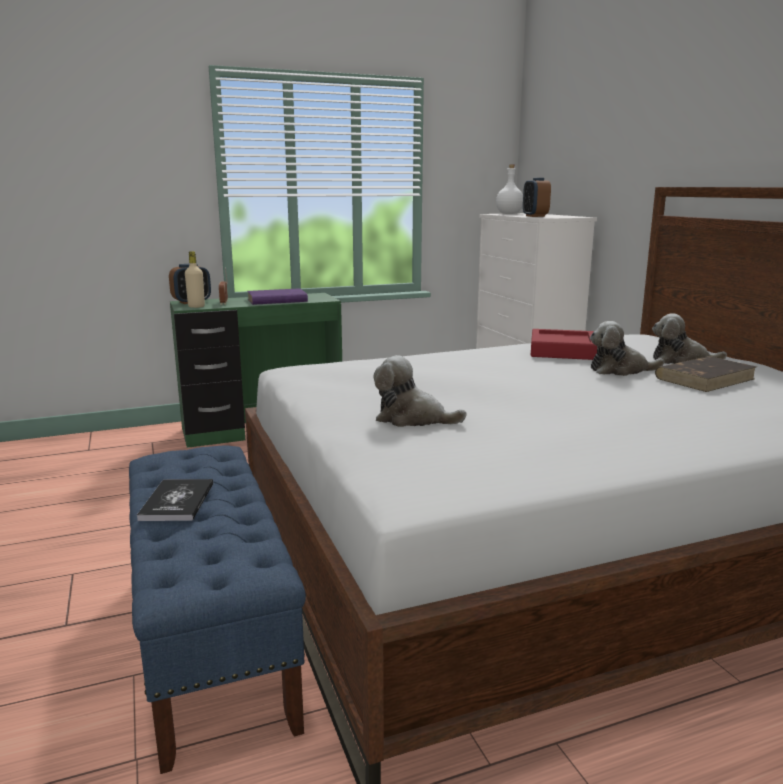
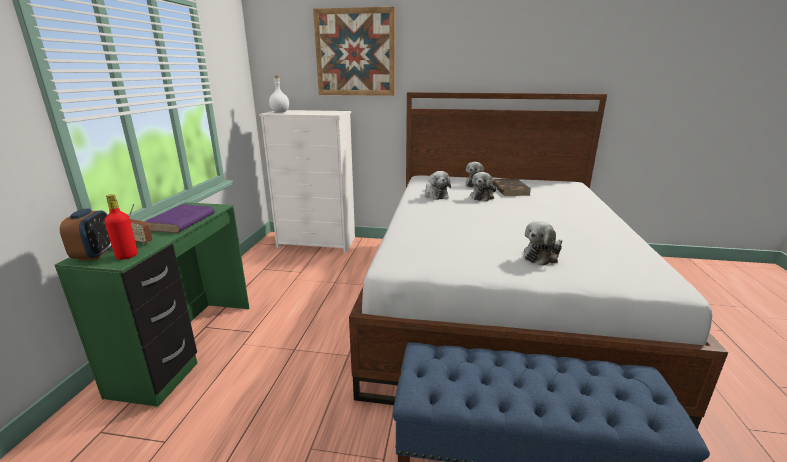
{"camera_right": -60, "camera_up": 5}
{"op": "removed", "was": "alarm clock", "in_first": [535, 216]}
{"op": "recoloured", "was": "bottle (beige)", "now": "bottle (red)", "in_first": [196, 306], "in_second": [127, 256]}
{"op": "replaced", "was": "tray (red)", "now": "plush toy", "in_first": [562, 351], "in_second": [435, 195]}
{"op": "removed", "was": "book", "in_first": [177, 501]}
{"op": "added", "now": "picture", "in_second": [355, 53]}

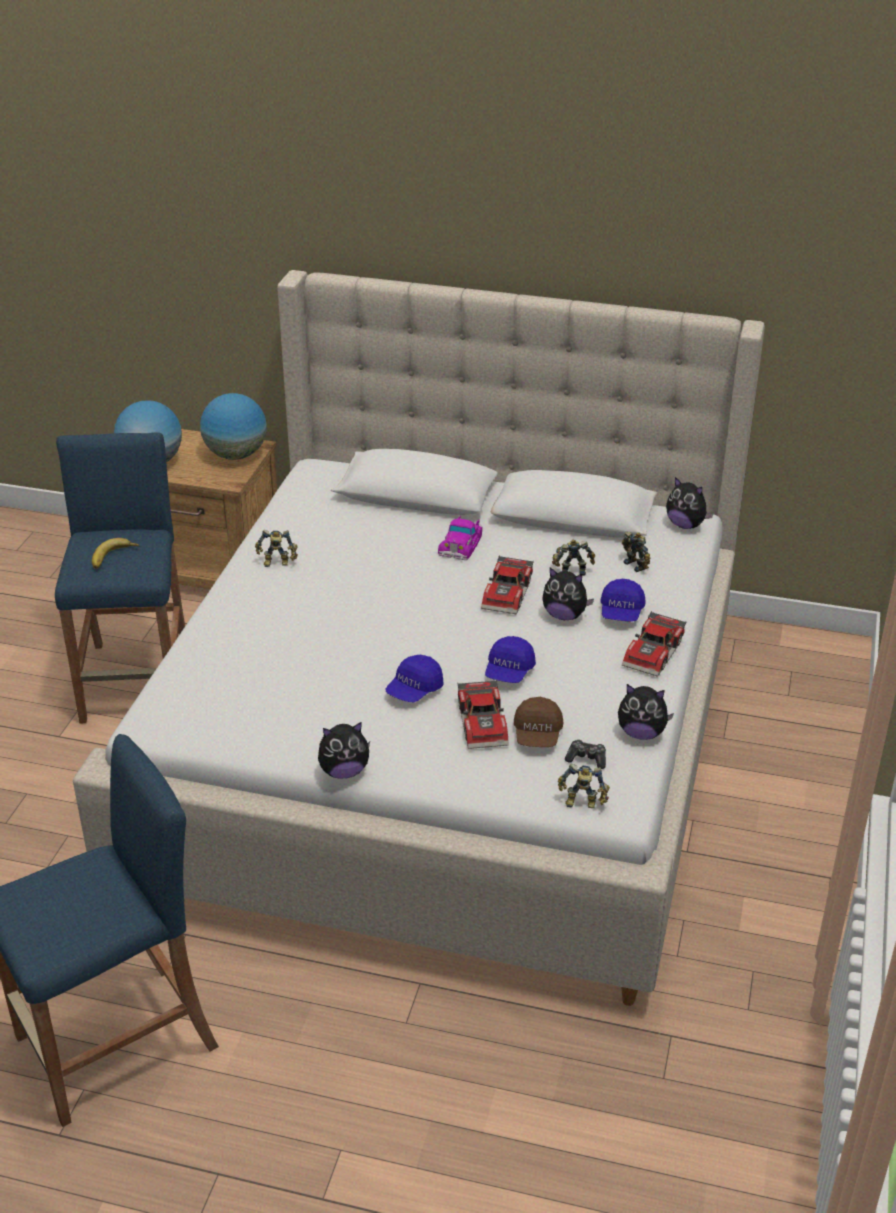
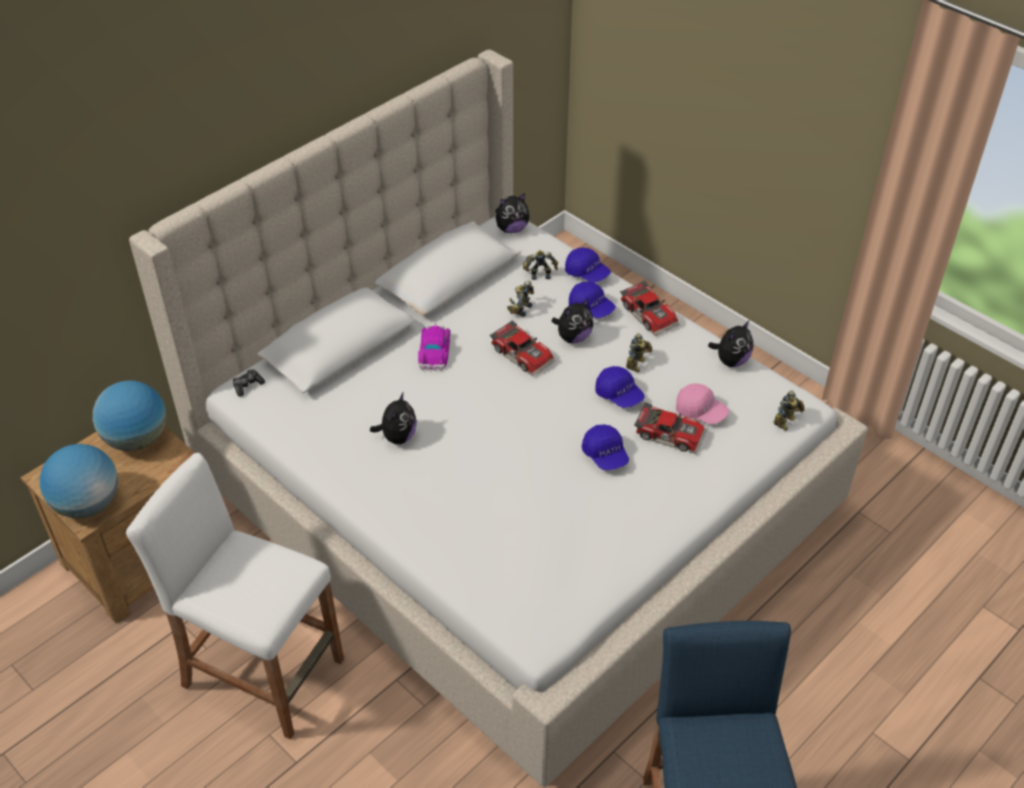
{"camera_right": -60, "camera_up": 10}
{"op": "recoloured", "was": "stool (blue)", "now": "stool (white)", "in_first": [136, 680], "in_second": [263, 673]}
{"op": "turned", "was": "toy car", "in_first": [461, 543], "in_second": [434, 351], "clockwise": -135}
{"op": "moved", "was": "toy robot", "in_first": [277, 563], "in_second": [638, 364]}
{"op": "removed", "was": "banana", "in_first": [114, 558]}
{"op": "recoloured", "was": "cap (brown)", "now": "cap (pink)", "in_first": [537, 734], "in_second": [700, 412]}
{"op": "moved", "was": "plush toy", "in_first": [344, 771], "in_second": [397, 437]}
{"op": "moved", "was": "game controller", "in_first": [586, 759], "in_second": [247, 385]}
{"op": "added", "now": "cap (blue)", "in_second": [587, 273]}

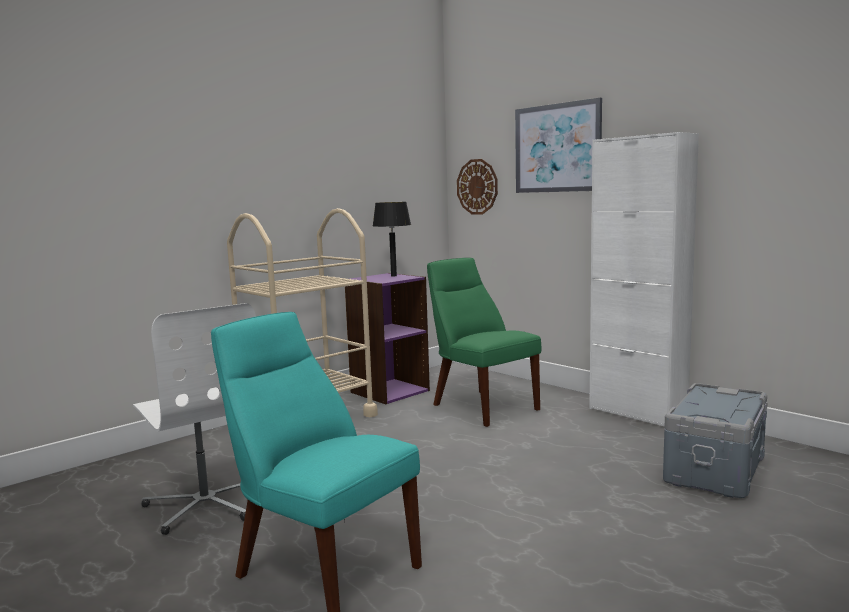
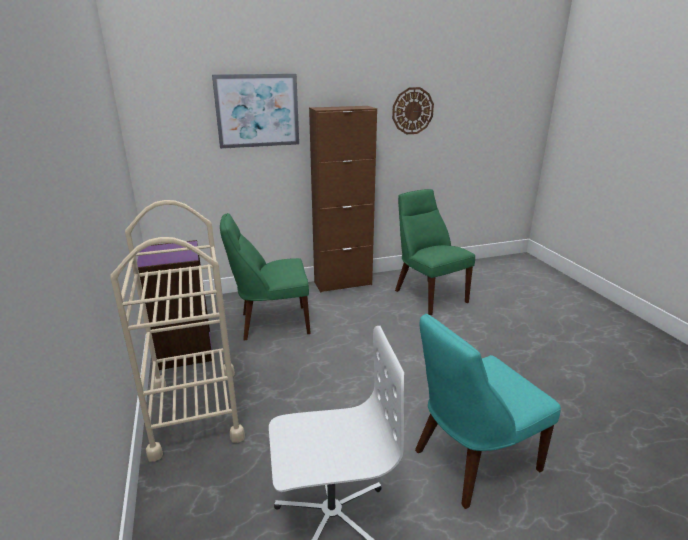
{"camera_right": -65, "camera_up": 15}
{"op": "recoloured", "was": "cabinet (white)", "now": "cabinet (brown)", "in_first": [637, 413], "in_second": [343, 283]}
{"op": "moved", "was": "wall clock", "in_first": [477, 187], "in_second": [412, 111]}
{"op": "removed", "was": "table lamp (black)", "in_first": [393, 276]}
{"op": "replaced", "was": "storage box (grey)", "now": "chair (green)", "in_first": [716, 469], "in_second": [428, 295]}

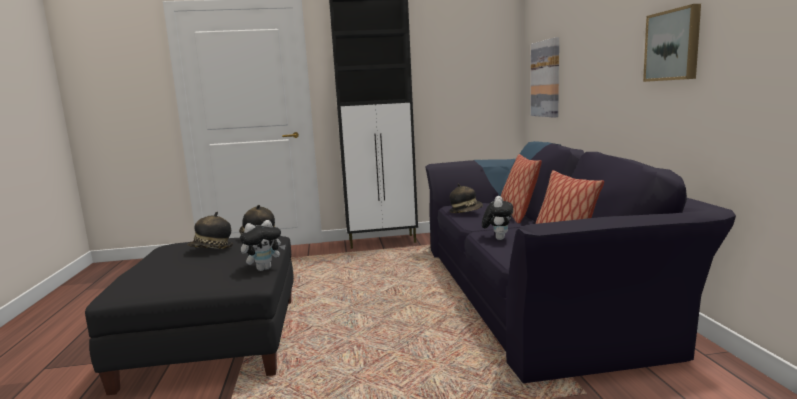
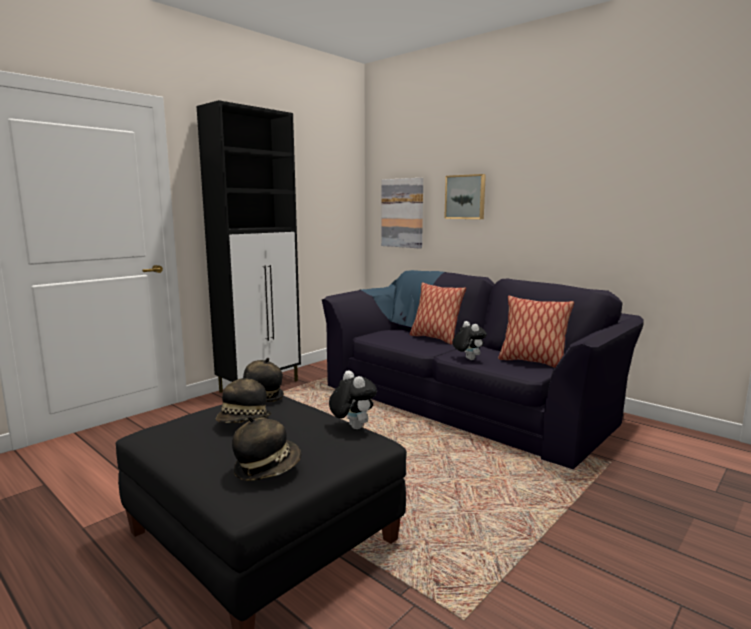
{"camera_right": -40, "camera_up": 0}
{"op": "moved", "was": "picture", "in_first": [673, 45], "in_second": [465, 197]}
{"op": "moved", "was": "hat", "in_first": [466, 211], "in_second": [267, 468]}
{"op": "turned", "was": "plush toy", "in_first": [264, 268], "in_second": [352, 427], "clockwise": -45}

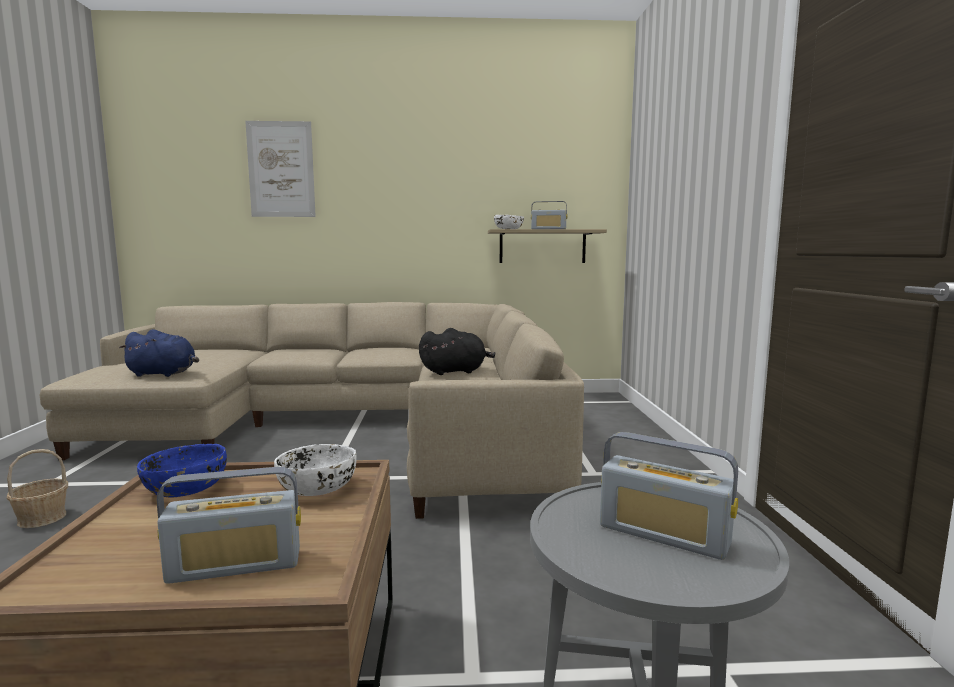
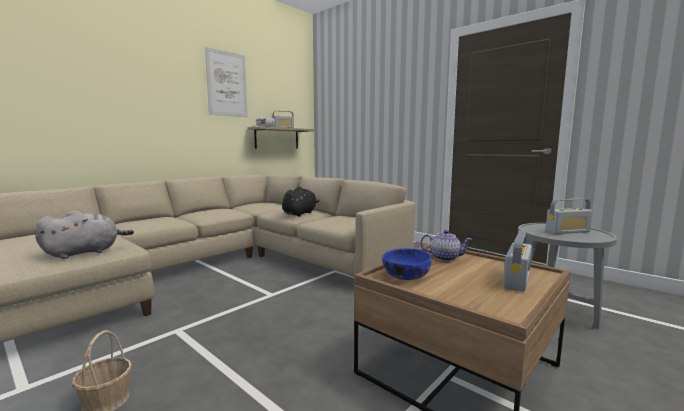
{"camera_right": -45, "camera_up": 0}
{"op": "moved", "was": "picture", "in_first": [281, 169], "in_second": [227, 84]}
{"op": "recoloured", "was": "plush toy (blue)", "now": "plush toy (grey)", "in_first": [164, 374], "in_second": [85, 252]}
{"op": "replaced", "was": "bowl (white)", "now": "teapot", "in_first": [317, 488], "in_second": [444, 258]}

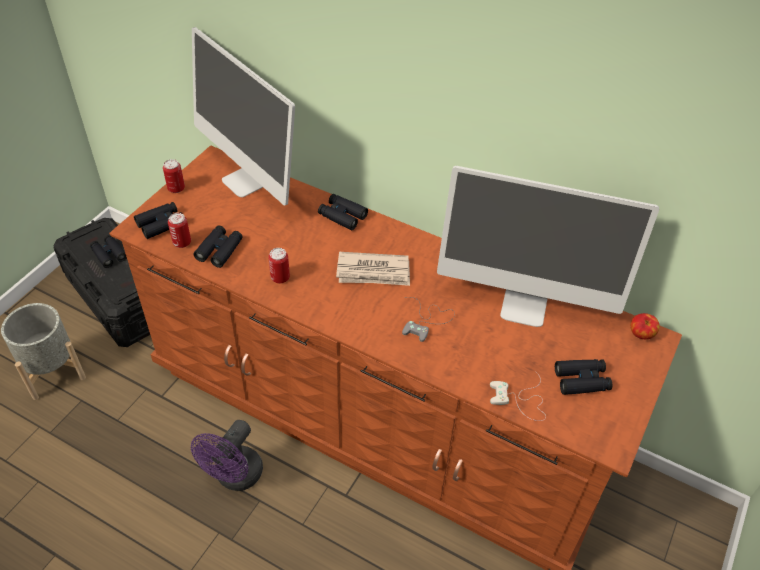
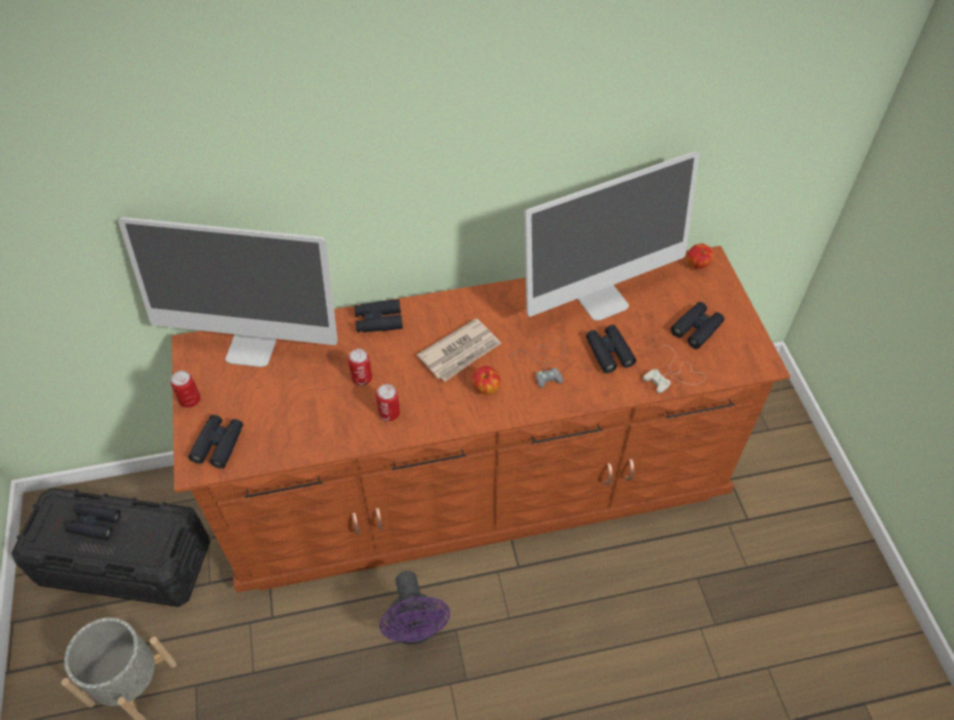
{"camera_right": -40, "camera_up": 5}
{"op": "moved", "was": "can", "in_first": [182, 242], "in_second": [362, 378]}
{"op": "moved", "was": "binoculars (black)", "in_first": [219, 250], "in_second": [609, 352]}
{"op": "added", "now": "apple", "in_second": [485, 388]}

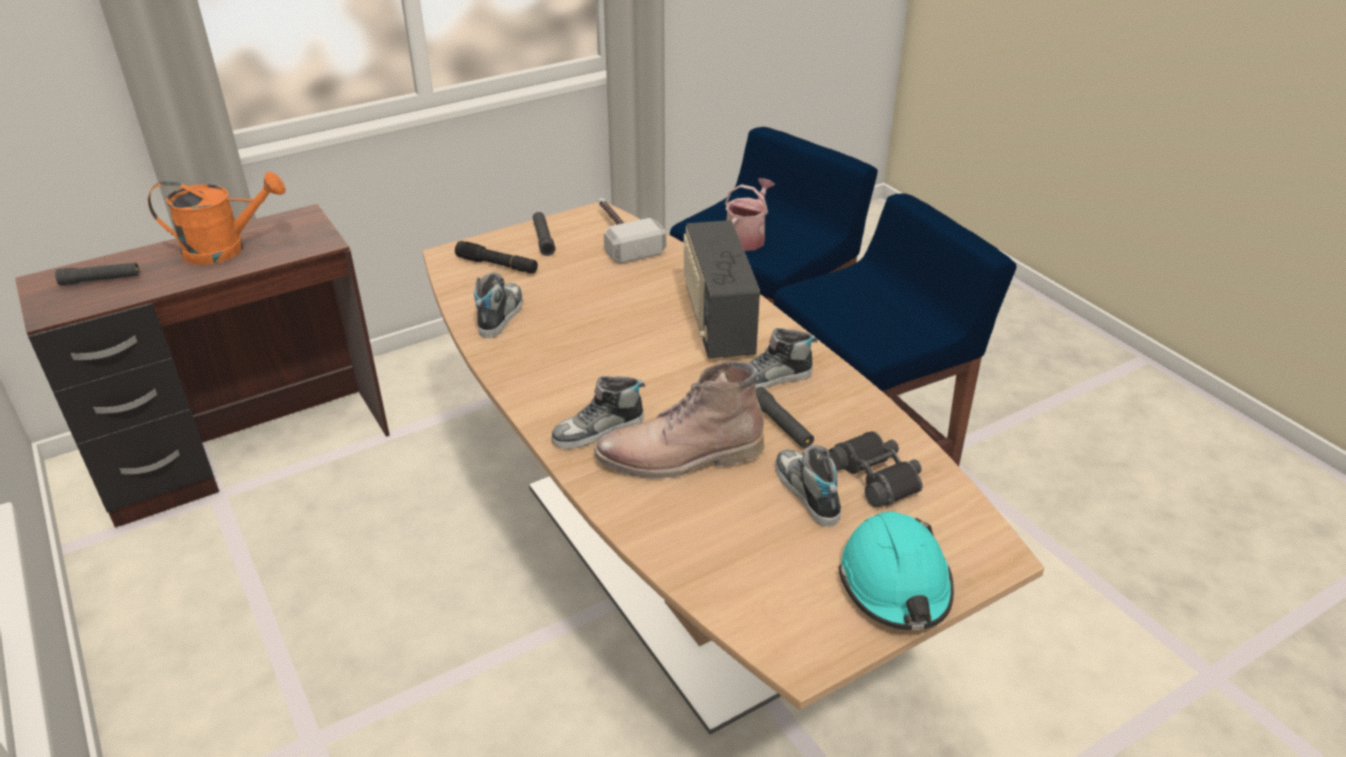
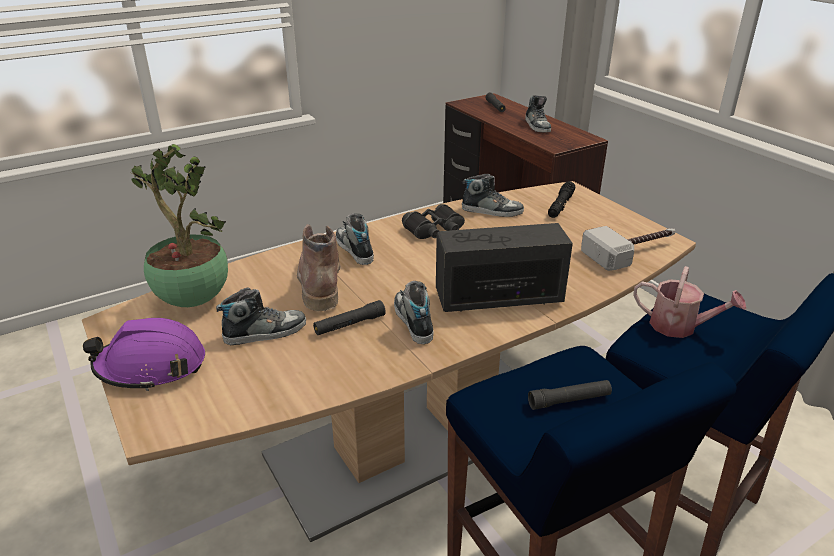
{"camera_right": 90, "camera_up": -5}
{"op": "replaced", "was": "watering can (orange)", "now": "shoe", "in_first": [226, 249], "in_second": [537, 126]}
{"op": "moved", "was": "flashlight (black)", "in_first": [543, 239], "in_second": [569, 400]}
{"op": "moved", "was": "binoculars (black)", "in_first": [877, 476], "in_second": [434, 230]}
{"op": "recoloured", "was": "hard hat (turquoise)", "now": "hard hat (purple)", "in_first": [895, 584], "in_second": [151, 366]}
{"op": "added", "now": "potted plant", "in_second": [191, 300]}

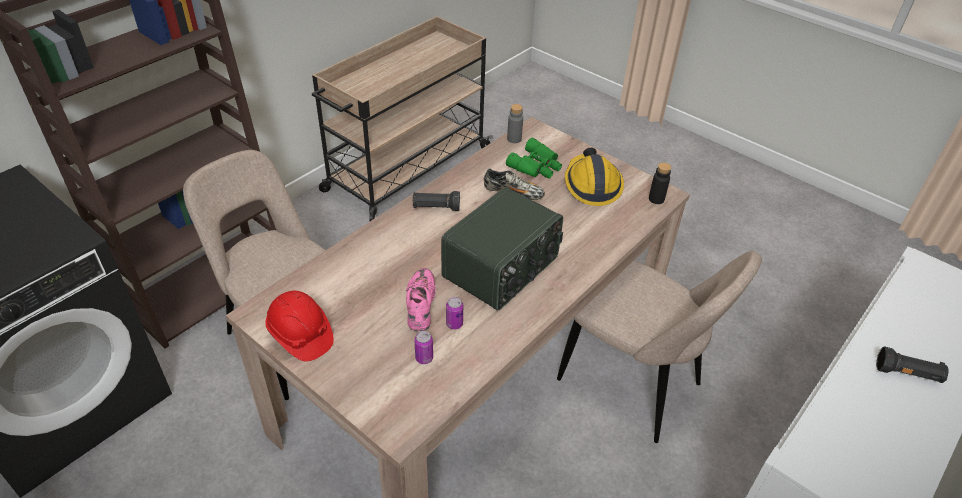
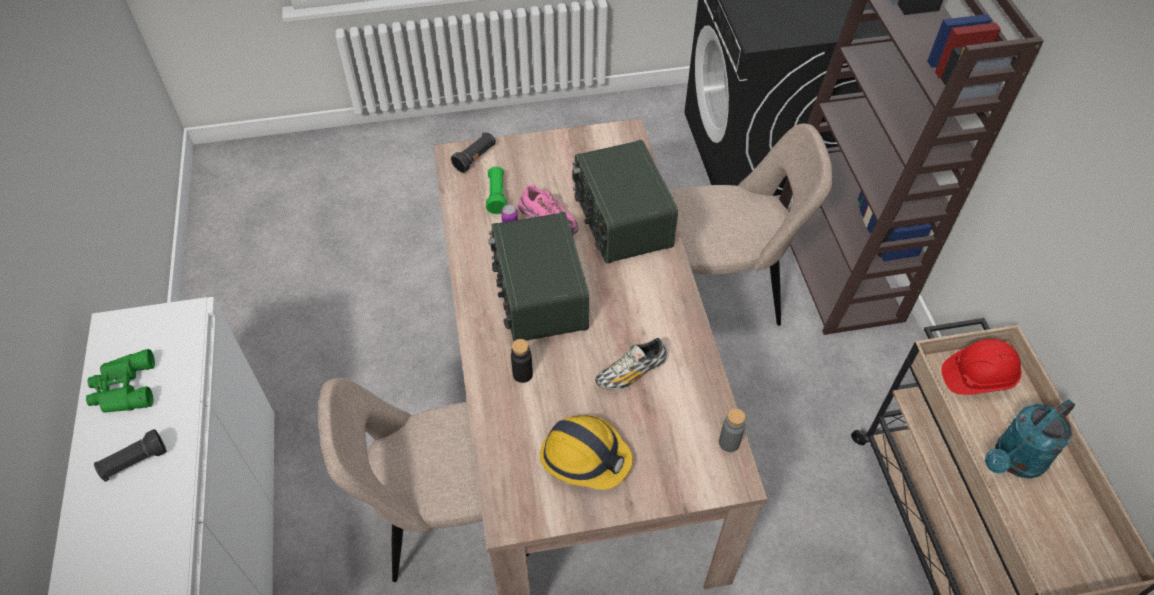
{"camera_right": 130, "camera_up": 10}
{"op": "moved", "was": "binoculars (green)", "in_first": [537, 166], "in_second": [123, 389]}
{"op": "moved", "was": "bottle (black)", "in_first": [656, 199], "in_second": [522, 374]}
{"op": "moved", "was": "flashlight (black)", "in_first": [436, 207], "in_second": [475, 158]}
{"op": "moved", "was": "hard hat (red)", "in_first": [300, 335], "in_second": [977, 376]}
{"op": "replaced", "was": "can", "now": "flashlight (green)", "in_first": [424, 358], "in_second": [497, 196]}
{"op": "added", "now": "radio", "in_second": [620, 220]}
{"op": "added", "now": "watering can (turquoise)", "in_second": [1014, 460]}

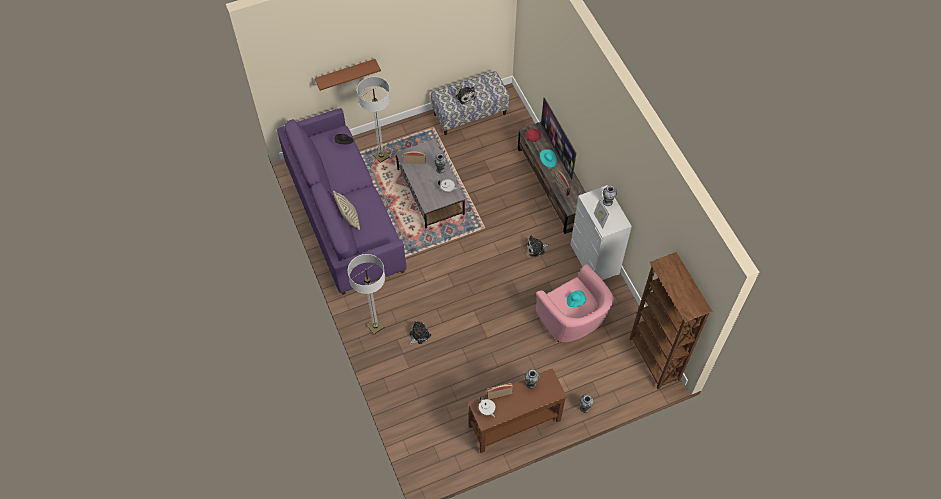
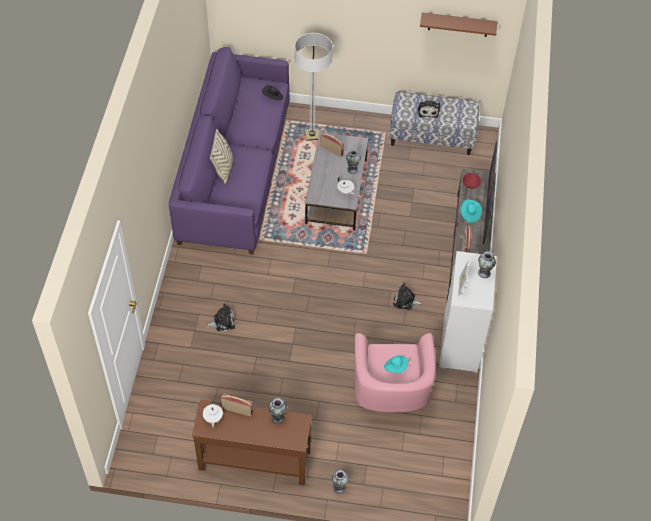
{"camera_right": 30, "camera_up": -5}
{"op": "moved", "was": "shelf (brown)", "in_first": [346, 74], "in_second": [458, 24]}
{"op": "removed", "was": "bookcase (brown)", "in_first": [654, 360]}
{"op": "removed", "was": "floor lamp", "in_first": [375, 326]}

